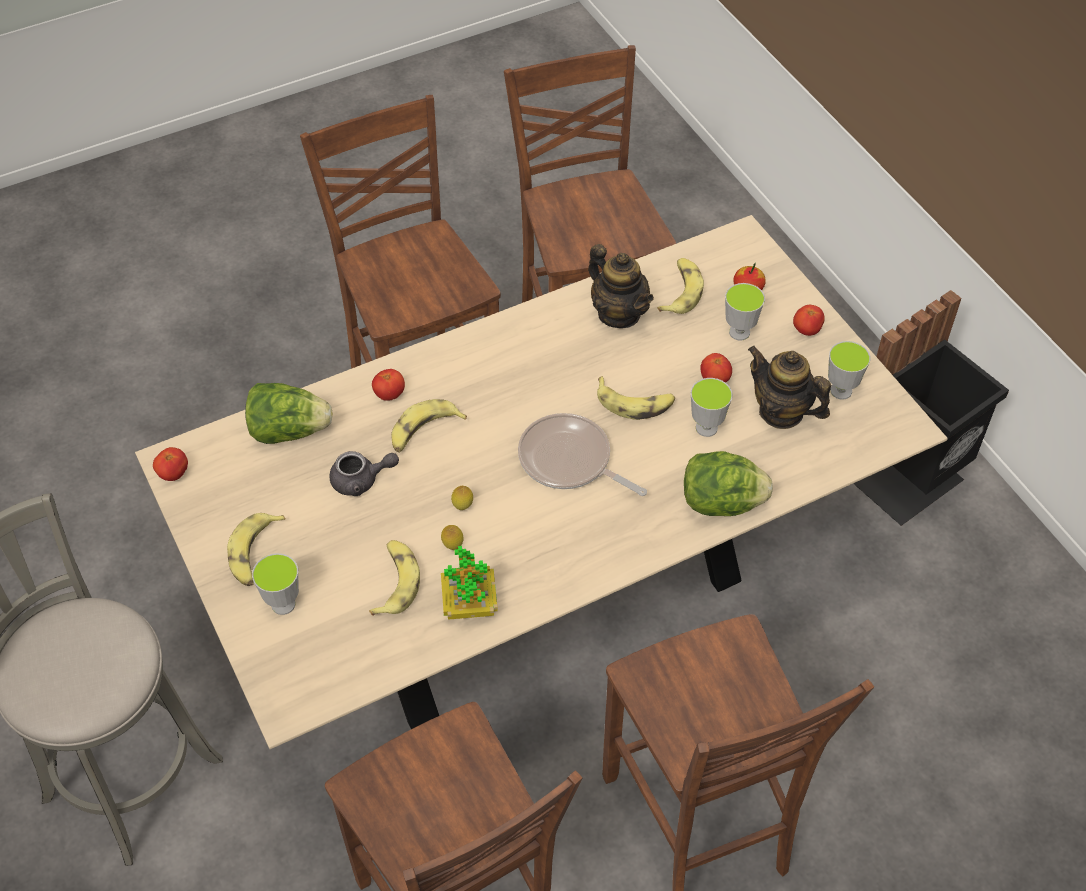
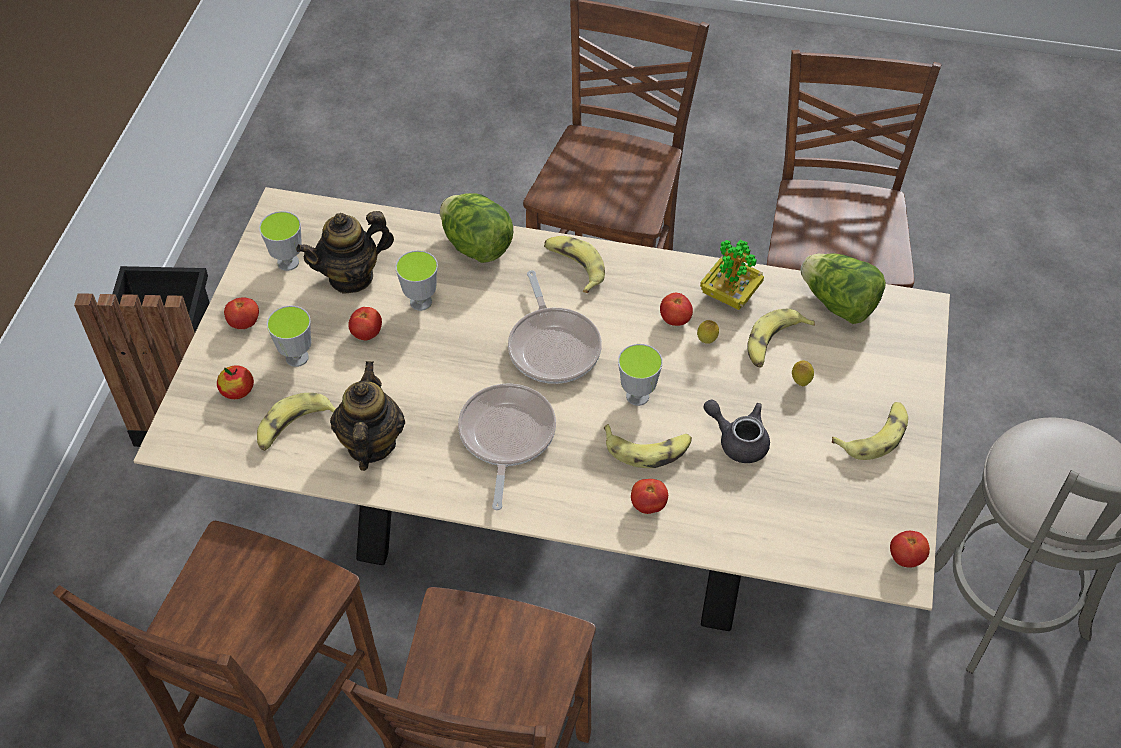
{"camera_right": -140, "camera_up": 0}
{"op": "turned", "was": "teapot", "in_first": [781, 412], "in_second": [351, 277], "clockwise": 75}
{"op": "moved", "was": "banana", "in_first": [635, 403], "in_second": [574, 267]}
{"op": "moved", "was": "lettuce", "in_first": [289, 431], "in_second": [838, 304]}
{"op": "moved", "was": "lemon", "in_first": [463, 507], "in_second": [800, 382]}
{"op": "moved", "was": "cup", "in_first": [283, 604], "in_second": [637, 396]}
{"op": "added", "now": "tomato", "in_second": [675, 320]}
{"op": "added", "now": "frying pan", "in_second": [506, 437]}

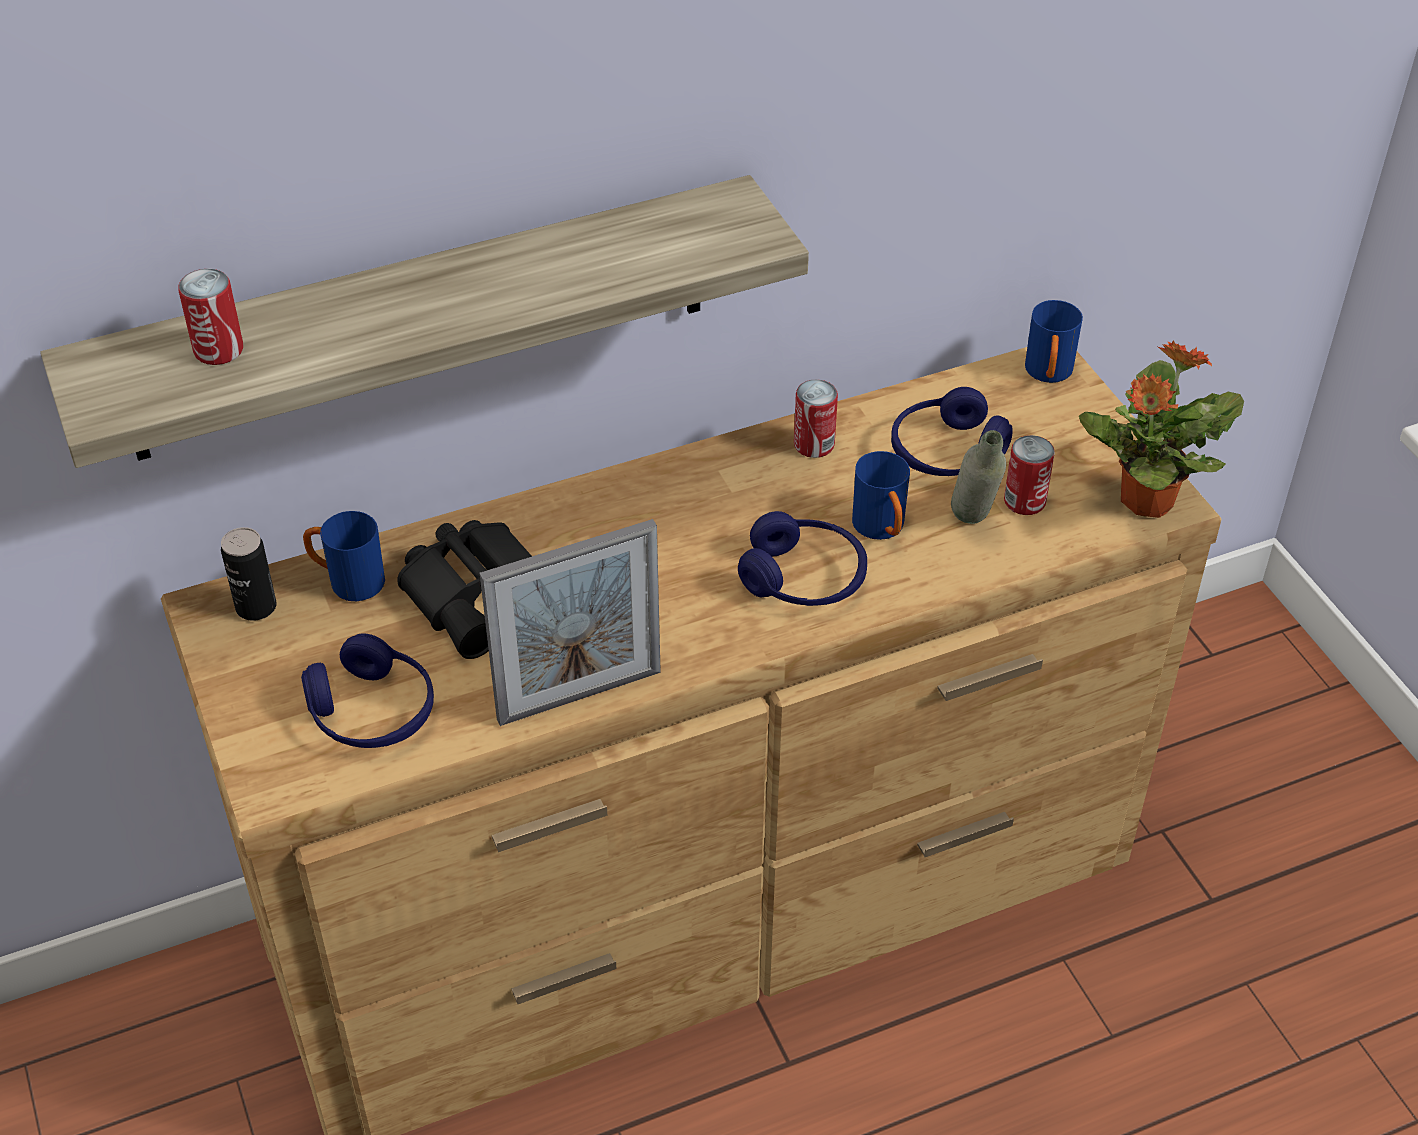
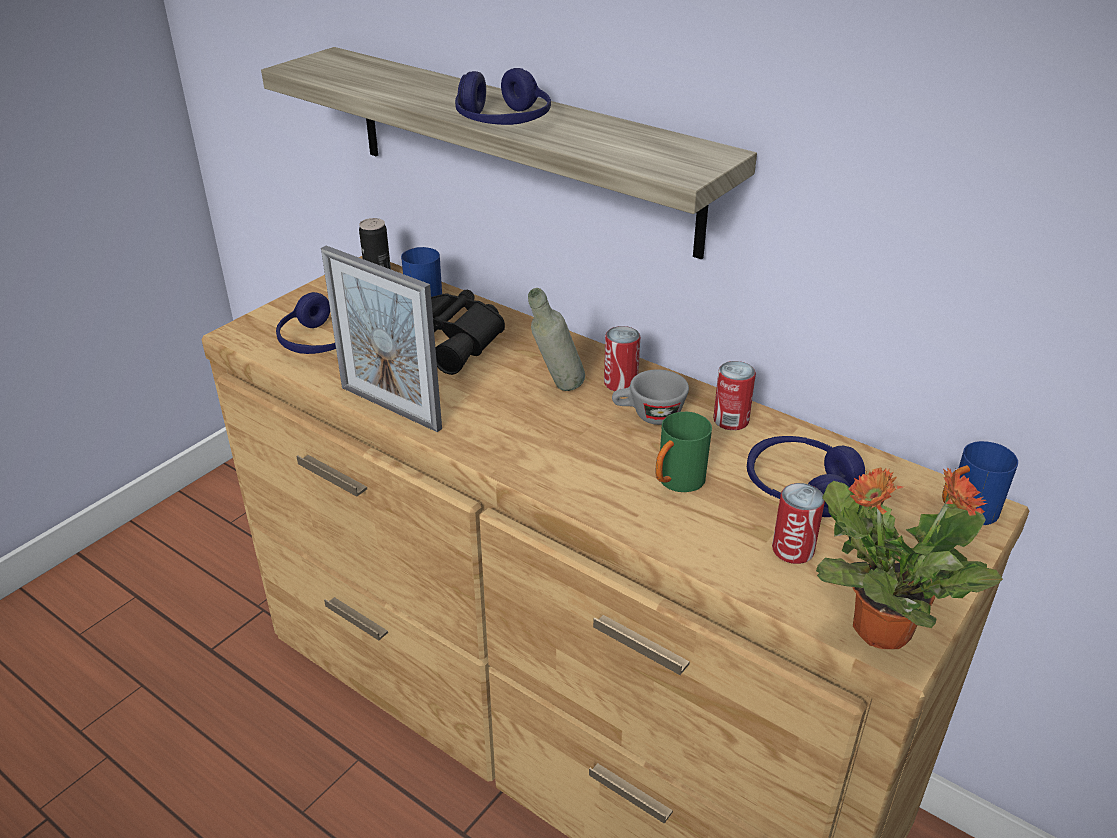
{"camera_right": 60, "camera_up": -10}
{"op": "moved", "was": "can", "in_first": [218, 350], "in_second": [620, 383]}
{"op": "moved", "was": "bottle (grey)", "in_first": [972, 527], "in_second": [557, 390]}
{"op": "recoloured", "was": "mug (blue)", "now": "mug (green)", "in_first": [882, 530], "in_second": [676, 483]}
{"op": "moved", "was": "headphones (blue)", "in_first": [803, 578], "in_second": [503, 122]}
{"op": "added", "now": "cup (grey)", "in_second": [648, 416]}

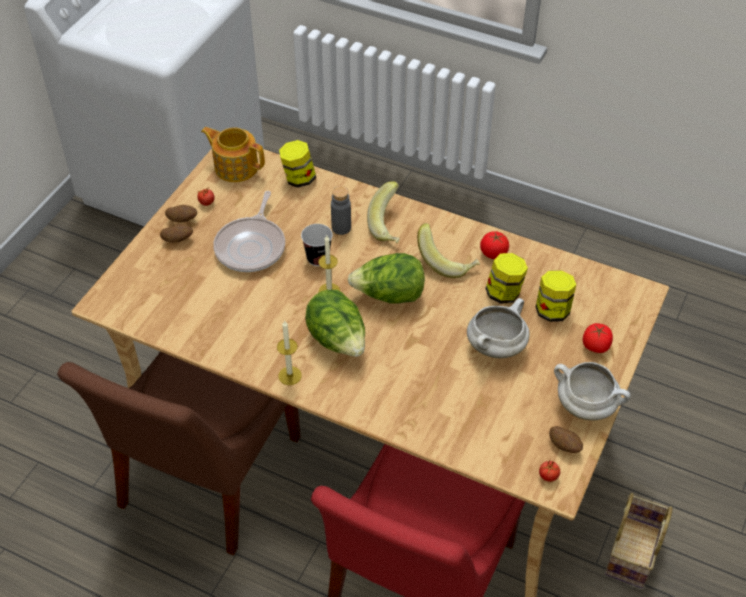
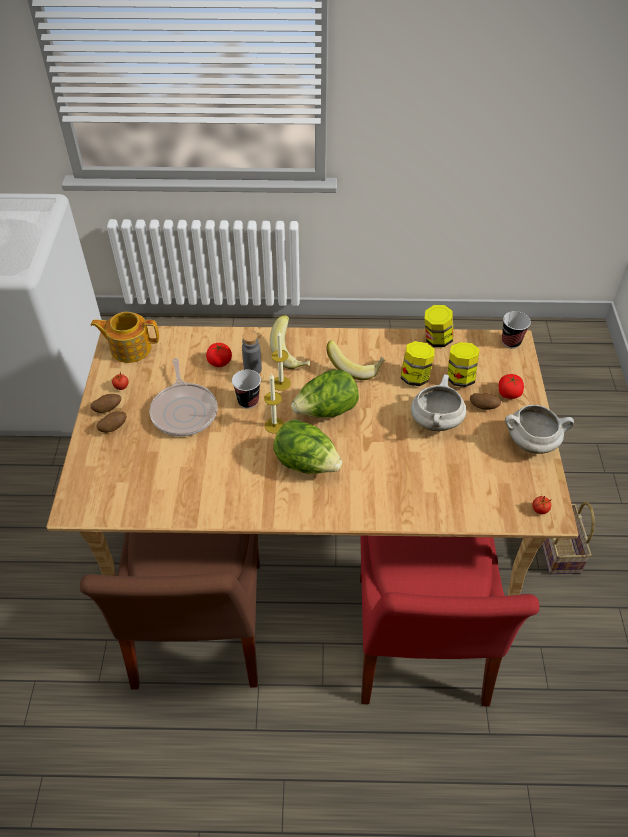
{"camera_right": -25, "camera_up": 0}
{"op": "moved", "was": "jar", "in_first": [298, 179], "in_second": [436, 339]}
{"op": "moved", "was": "tomato", "in_first": [493, 253], "in_second": [219, 362]}
{"op": "moved", "was": "candle", "in_first": [290, 375], "in_second": [281, 383]}
{"op": "moved", "was": "potato", "in_first": [564, 446], "in_second": [483, 407]}
{"op": "added", "now": "cup", "in_second": [511, 342]}

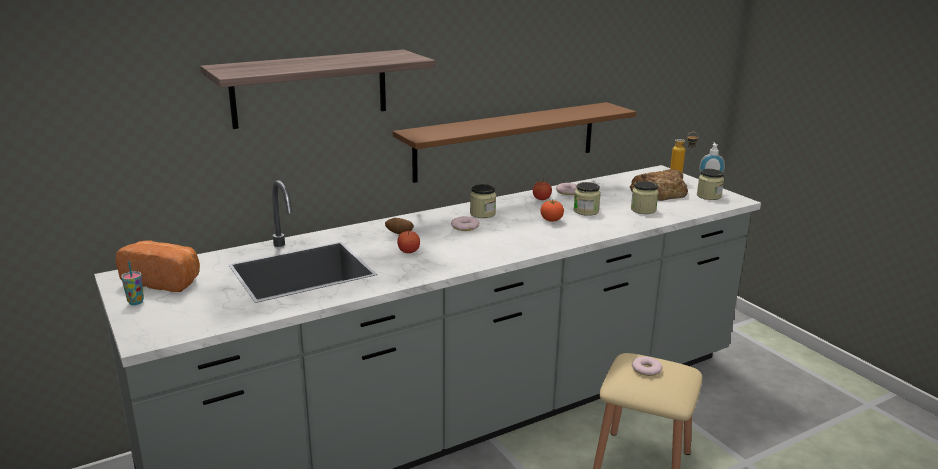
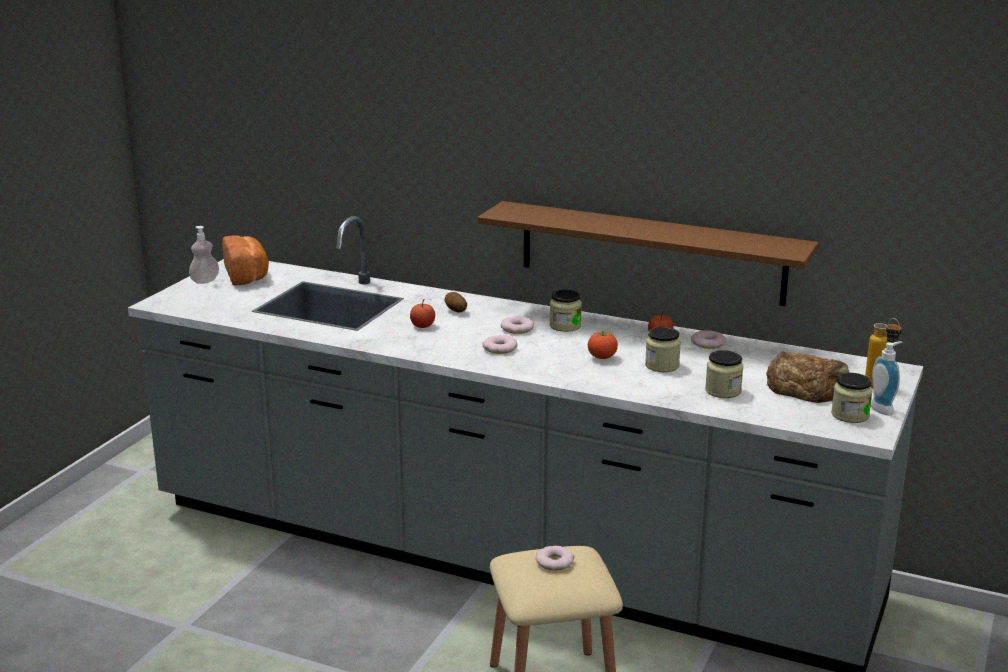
{"camera_right": 55, "camera_up": 0}
{"op": "removed", "was": "shelf", "in_first": [310, 88]}
{"op": "replaced", "was": "cup", "now": "soap dispenser", "in_first": [136, 302], "in_second": [205, 281]}
{"op": "added", "now": "donut", "in_second": [500, 348]}

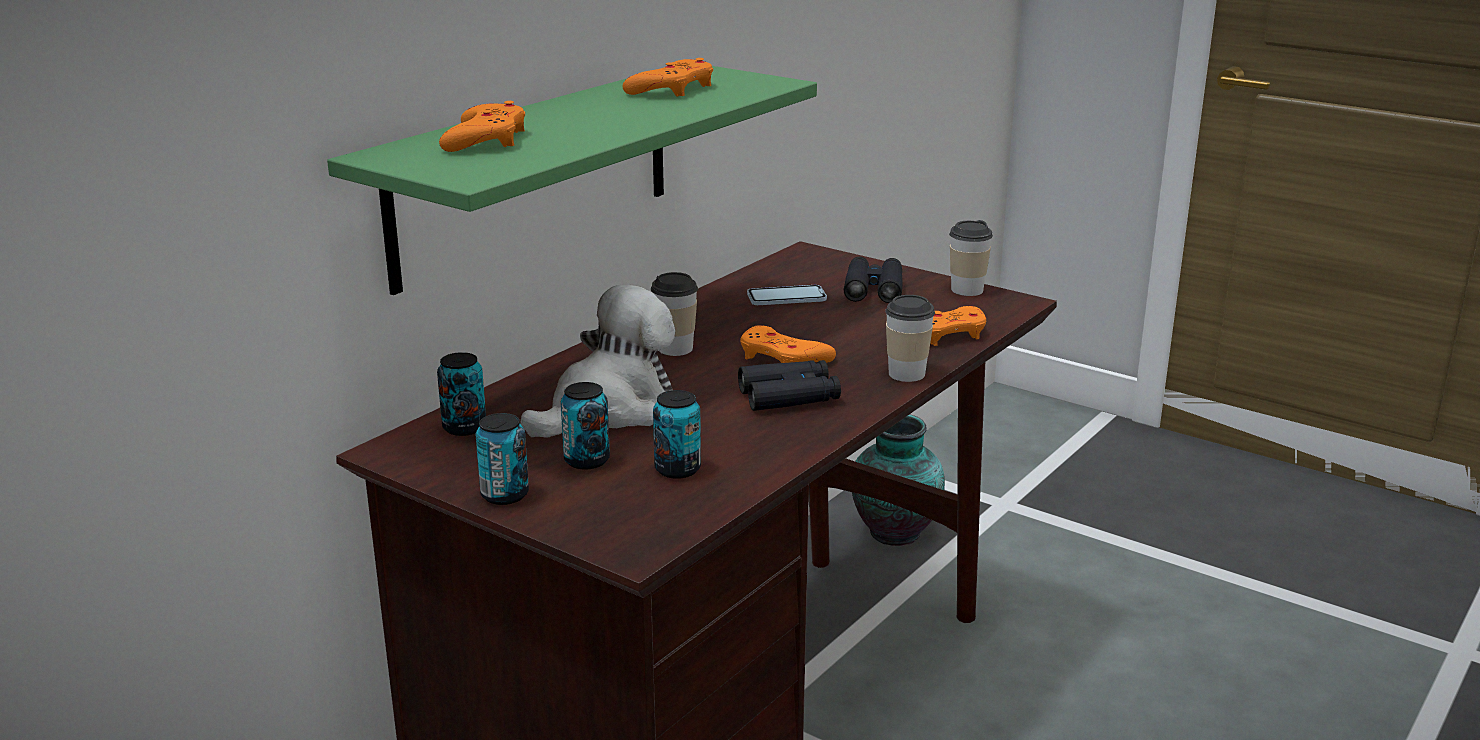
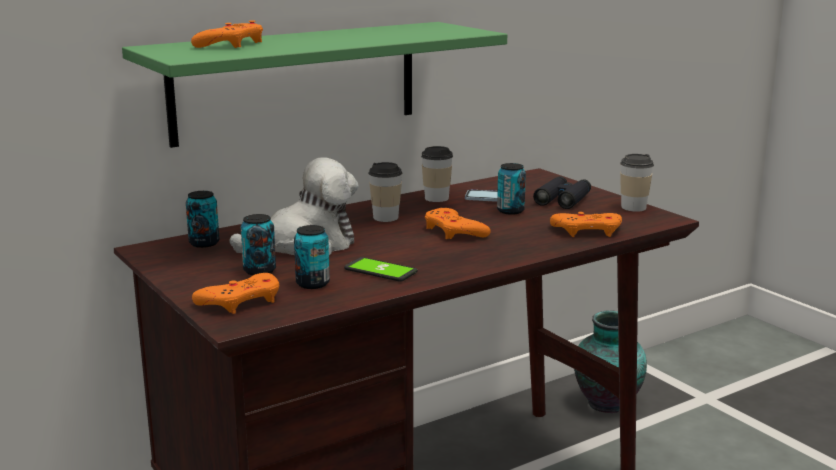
{"camera_right": 20, "camera_up": -5}
{"op": "moved", "was": "game controller (orange)", "in_first": [672, 88], "in_second": [241, 301]}
{"op": "moved", "was": "cup", "in_first": [906, 374], "in_second": [436, 198]}
{"op": "removed", "was": "binoculars (black)", "in_first": [789, 396]}
{"op": "moved", "was": "can", "in_first": [504, 495], "in_second": [510, 211]}
{"op": "added", "now": "phone", "in_second": [380, 271]}

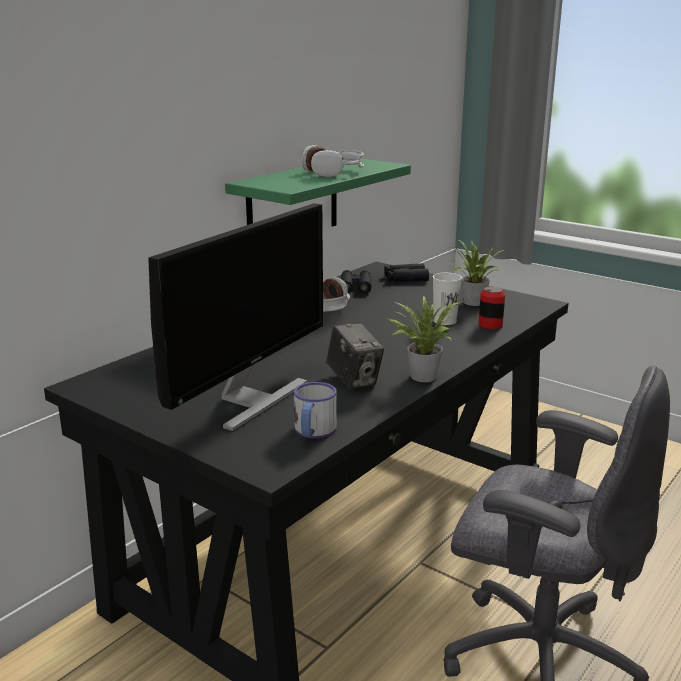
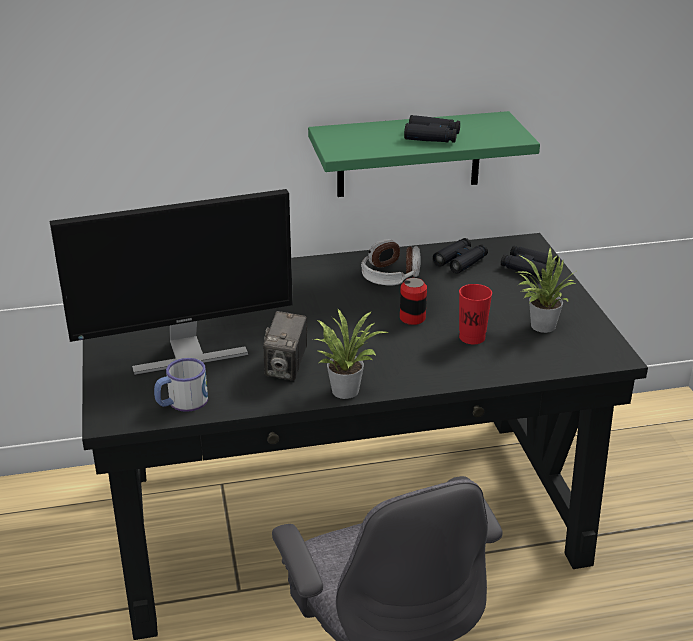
{"camera_right": 40, "camera_up": 10}
{"op": "replaced", "was": "headphones", "now": "binoculars (black)", "in_first": [334, 172], "in_second": [432, 136]}
{"op": "recoloured", "was": "cup (white)", "now": "cup (red)", "in_first": [444, 321], "in_second": [472, 337]}
{"op": "moved", "was": "can", "in_first": [490, 325], "in_second": [412, 318]}

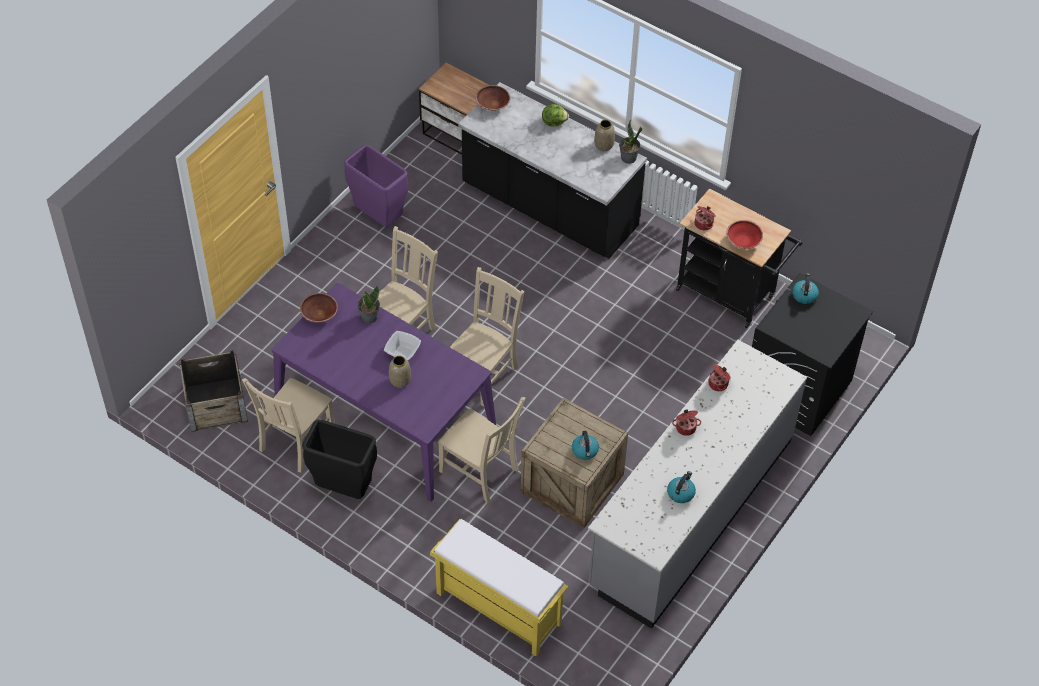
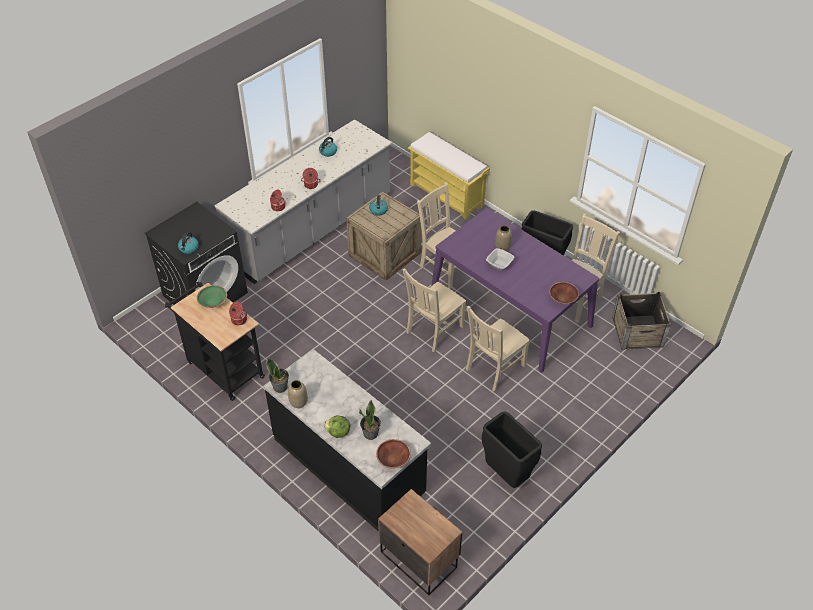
{"camera_right": -170, "camera_up": -5}
{"op": "recoloured", "was": "trash can (purple)", "now": "trash can (black)", "in_first": [378, 218], "in_second": [507, 475]}
{"op": "recoloured", "was": "bowl (red)", "now": "bowl (green)", "in_first": [743, 241], "in_second": [213, 302]}
{"op": "moved", "was": "potted plant", "in_first": [369, 317], "in_second": [371, 433]}

